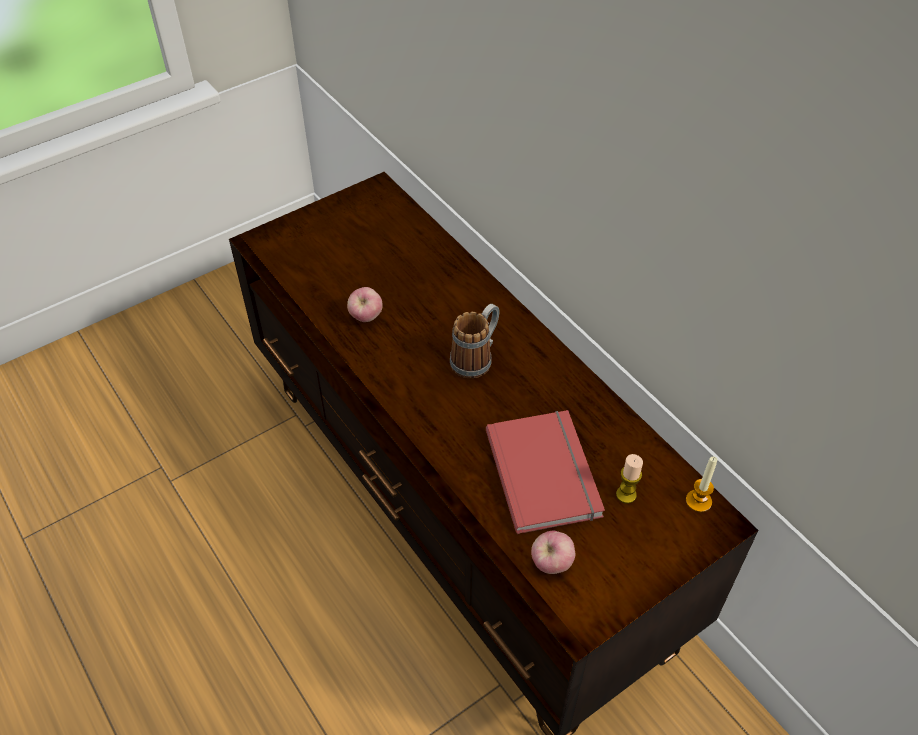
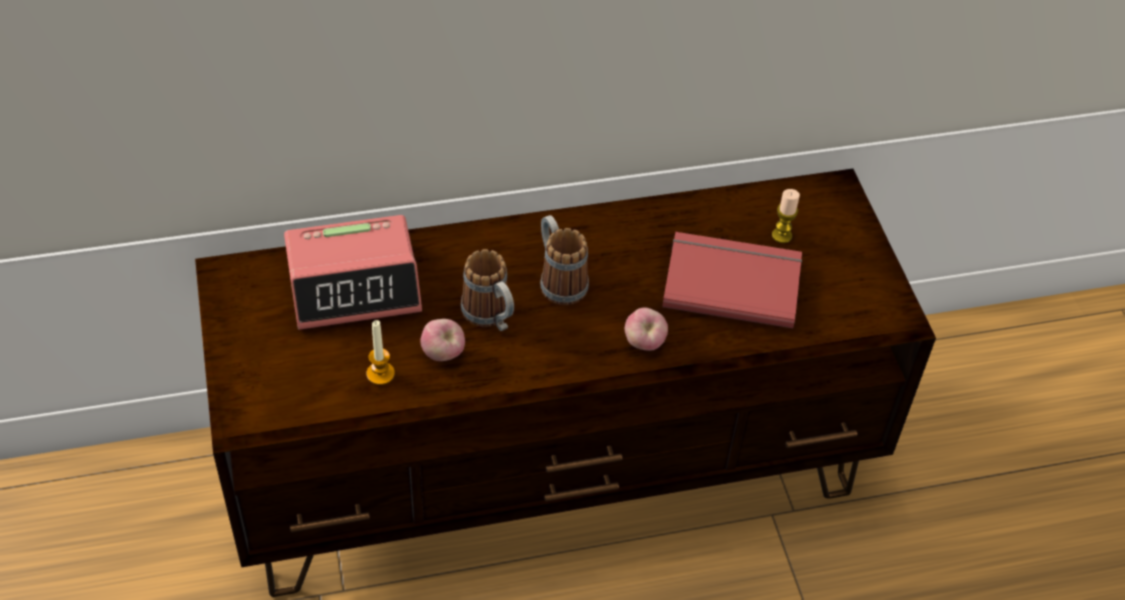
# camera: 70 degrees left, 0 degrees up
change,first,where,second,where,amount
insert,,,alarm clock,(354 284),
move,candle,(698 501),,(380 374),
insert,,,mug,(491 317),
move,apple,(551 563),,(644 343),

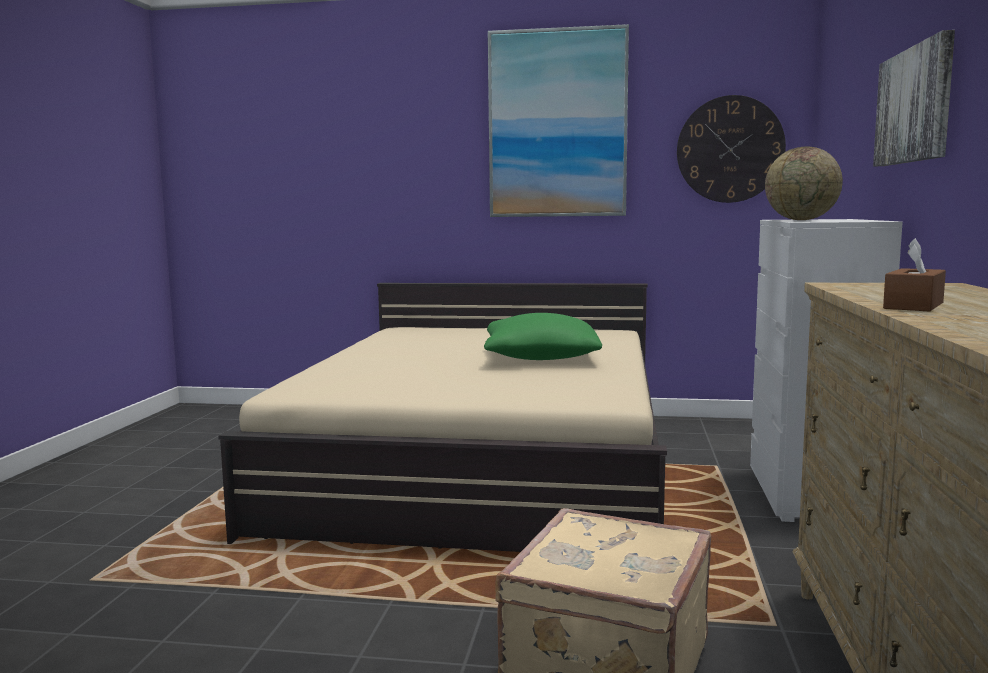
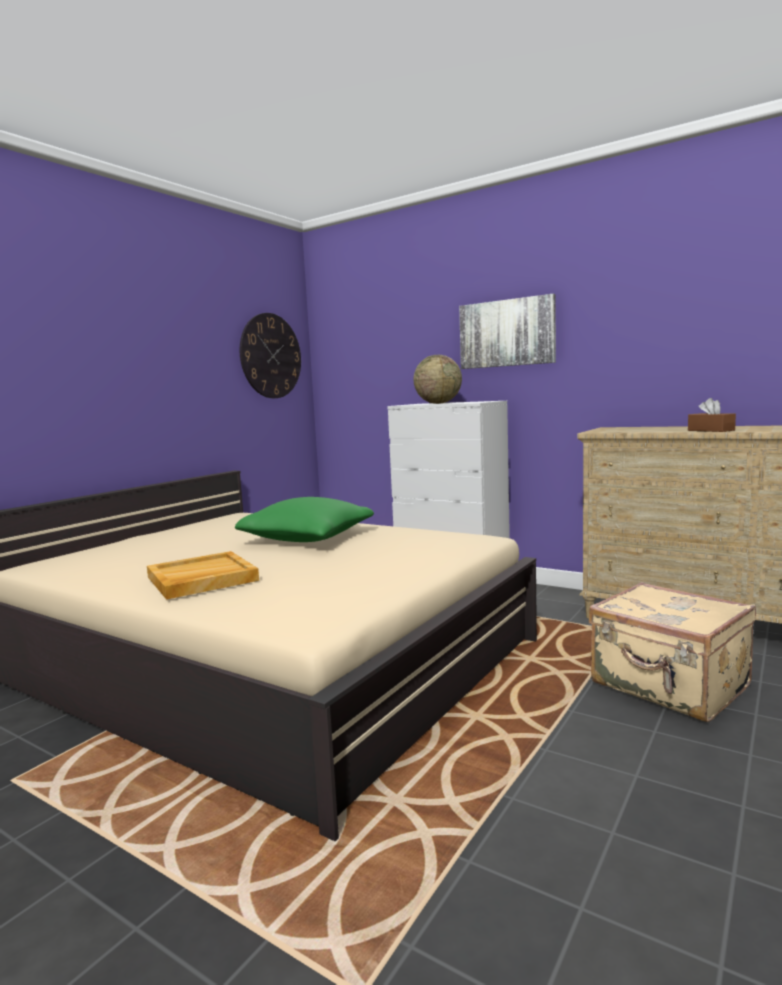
# camera: 65 degrees left, 0 degrees up
change,first,where,second,where,amount
insert,,,beige tray,(201 579),
delete,picture,(557 124),,,

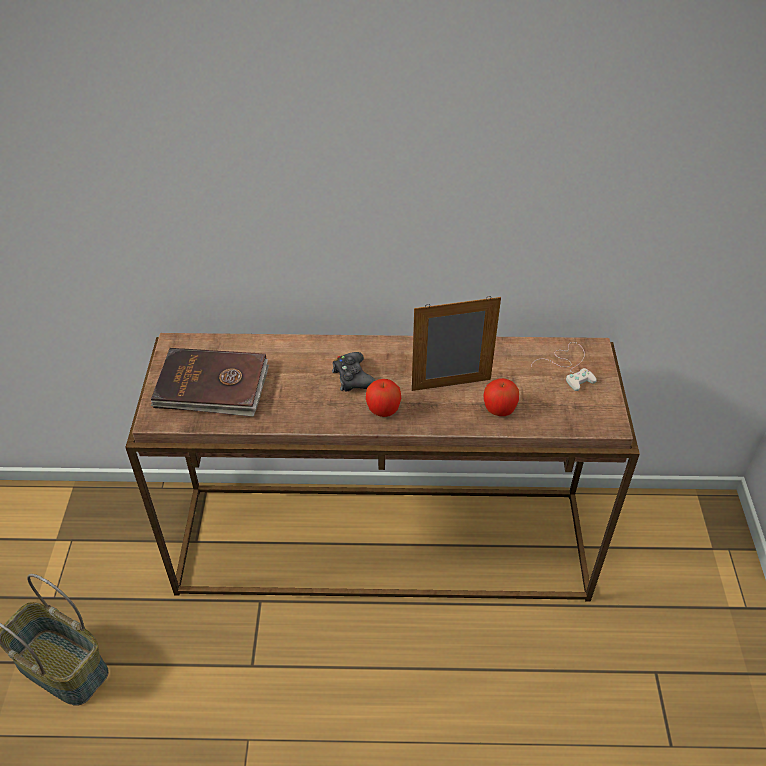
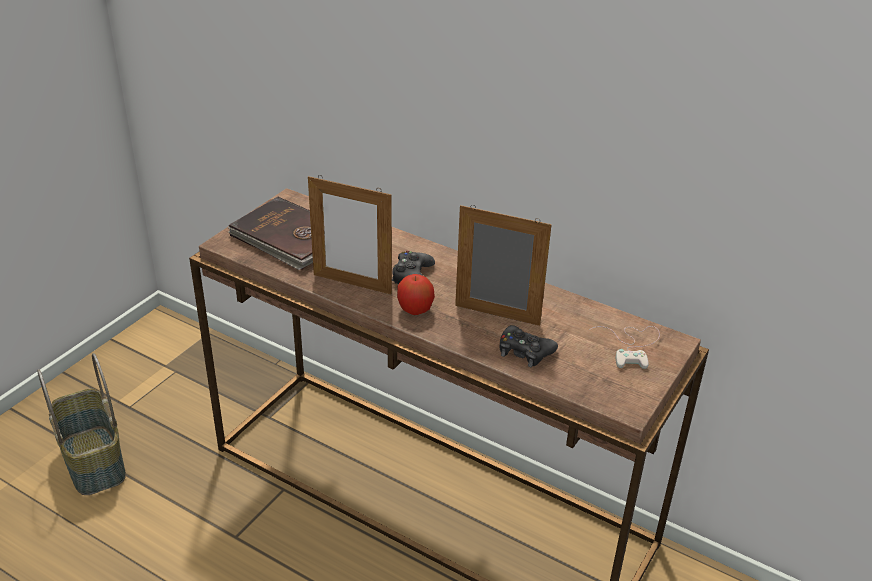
# camera: 30 degrees right, 10 degrees down
change,first,where,second,where,amount
insert,,,picture frame,(352 284),
replace,apple,(499 409),black game controller,(524 352),

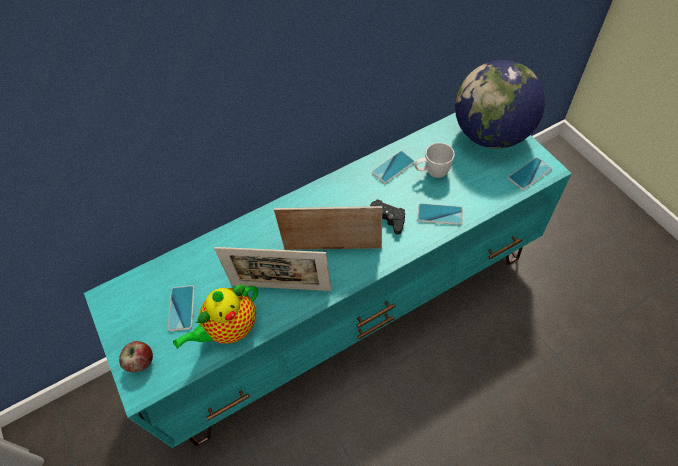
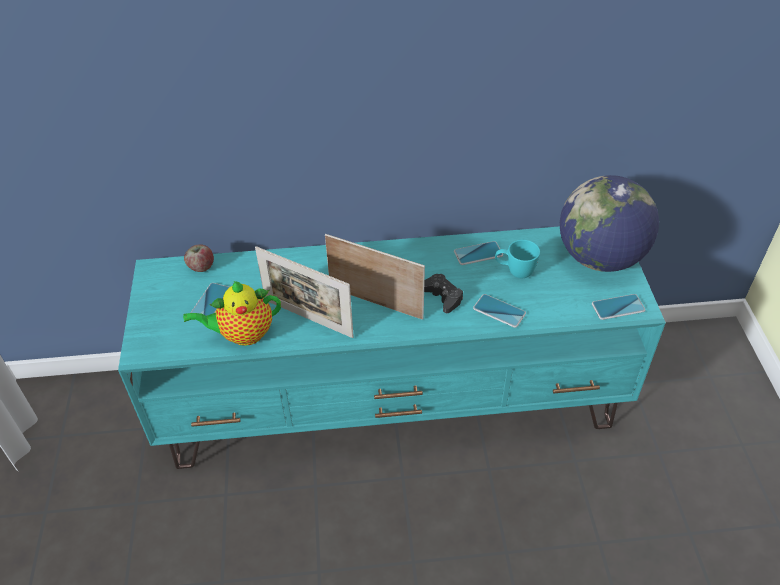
# camera: 20 degrees right, 10 degrees down
change,first,where,second,where,amount
move,apple,(141 361),,(201 266),
recolor,white mug,(432 173),turquoise mug,(514 272),

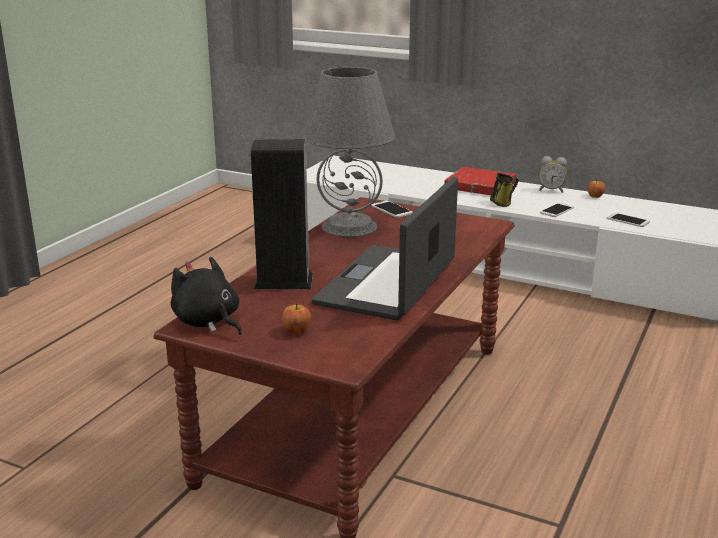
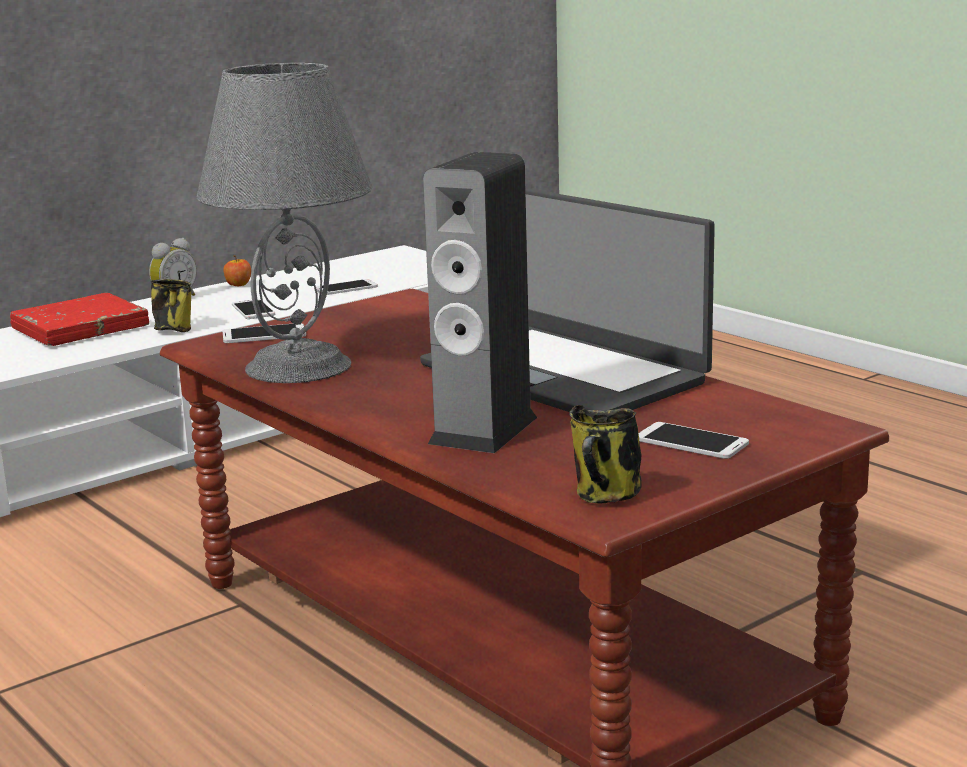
# camera: 65 degrees left, 5 degrees down
change,first,where,second,where,amount
replace,black plush toy,(208 322),mug,(605 496),
replace,apple,(297 331),phone,(691 442),

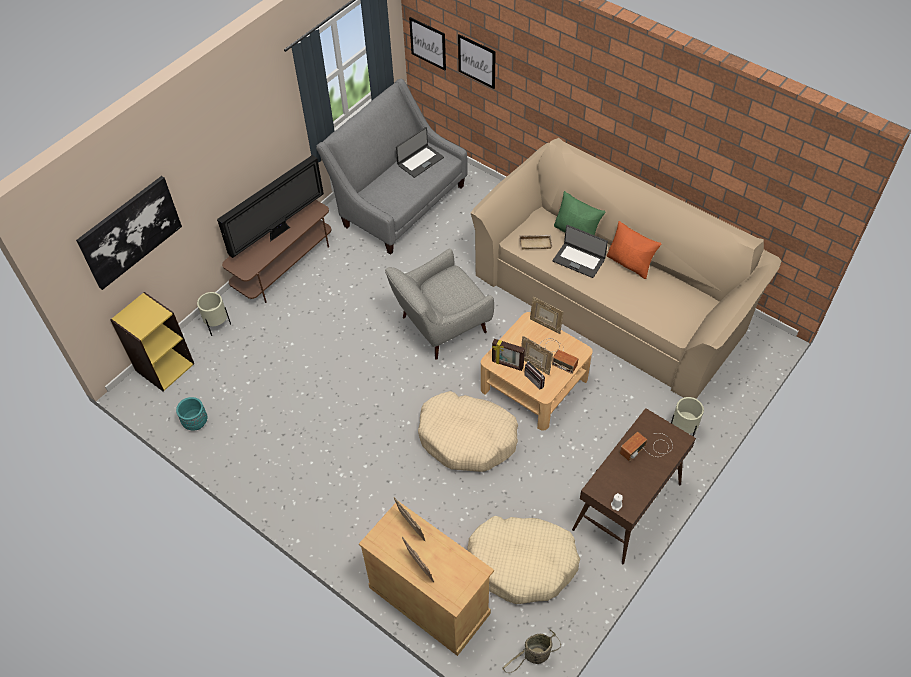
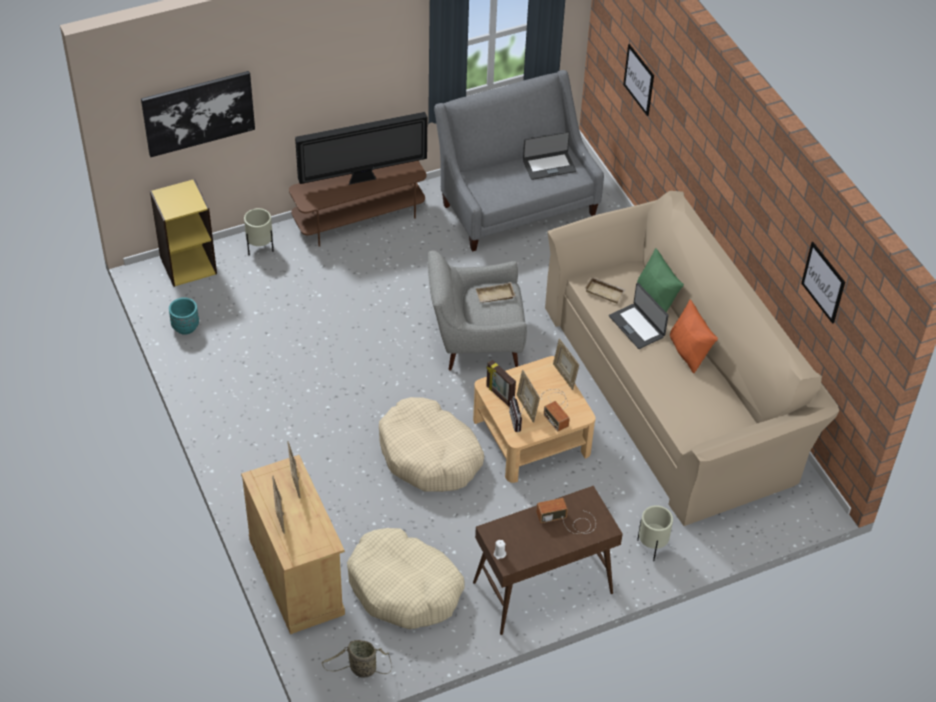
# camera: 25 degrees right, 5 degrees down
change,first,where,second,where,amount
insert,,,beige tray,(494 296),
move,picture,(428 43),,(823 282),

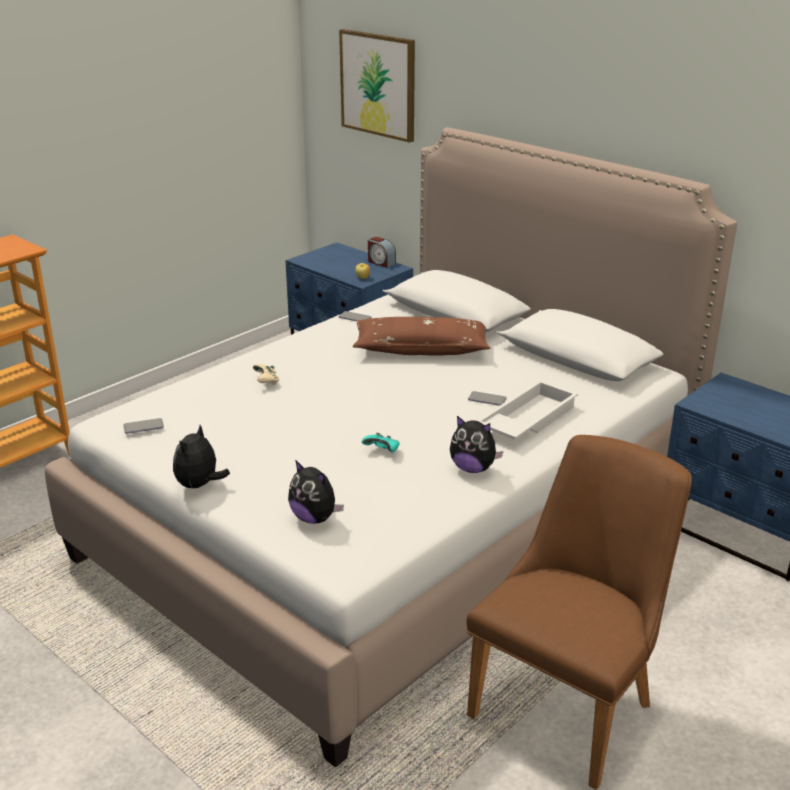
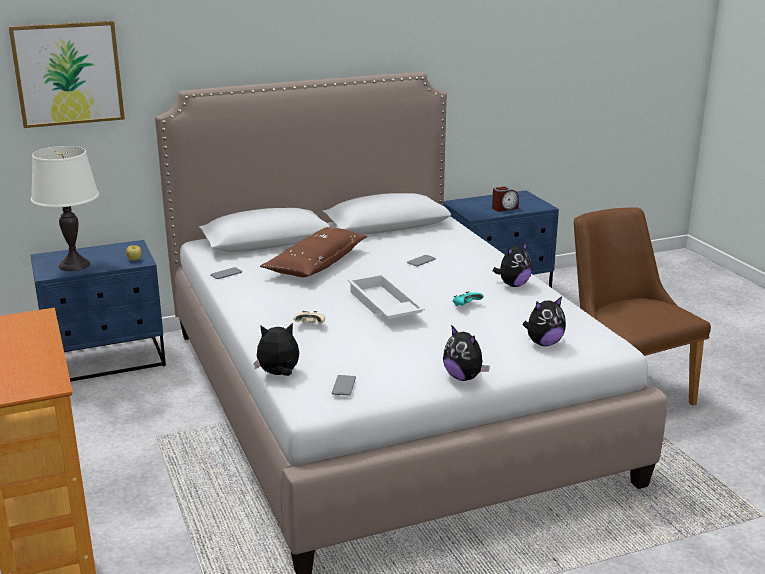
# camera: 65 degrees left, 5 degrees down
change,first,where,second,where,amount
insert,,,white table lamp,(74 265),
insert,,,plush toy,(279 374),
move,white tray,(526 419),,(383 305),
move,alarm clock,(381 262),,(504 208),

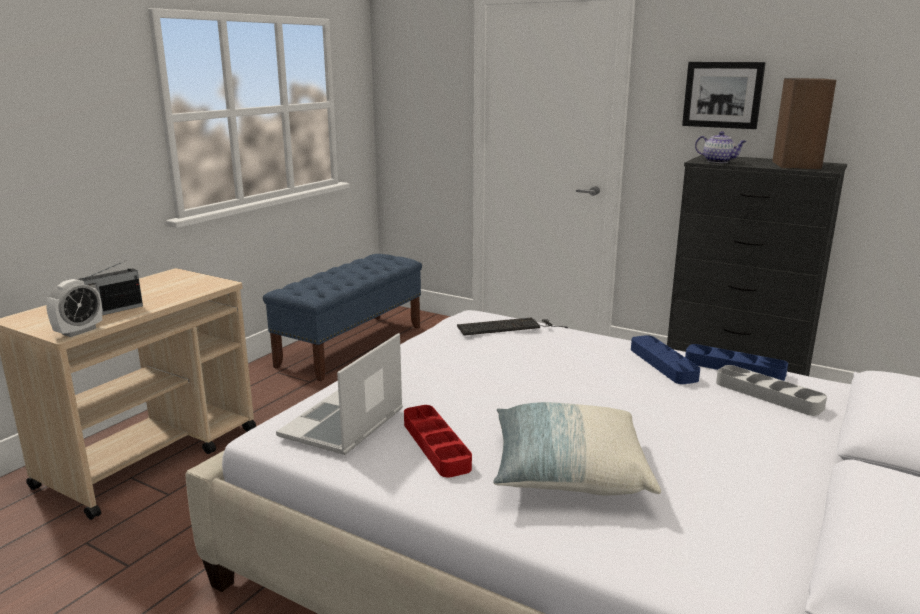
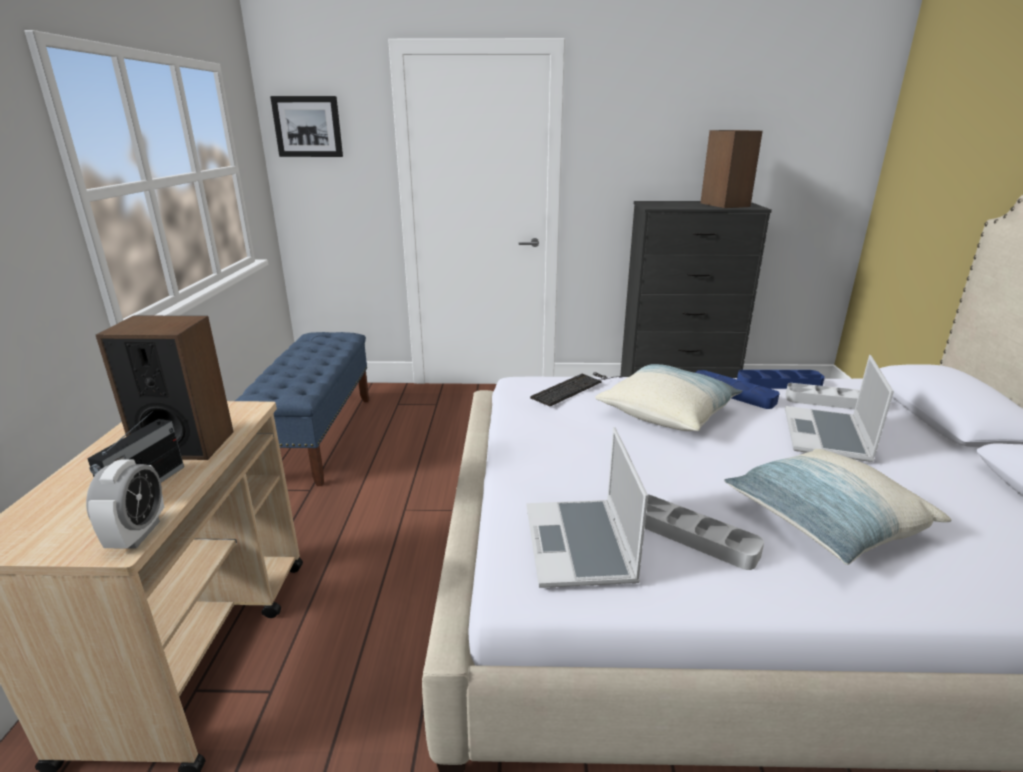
# camera: 30 degrees left, 5 degrees up
change,first,where,second,where,amount
insert,,,speaker,(185 444),
move,picture,(722 95),,(308 127),
insert,,,pillow,(667 412),
recolor,red tray,(436 445),grey tray,(692 536),
insert,,,laptop,(827 436),
delete,teapot,(719 161),,,

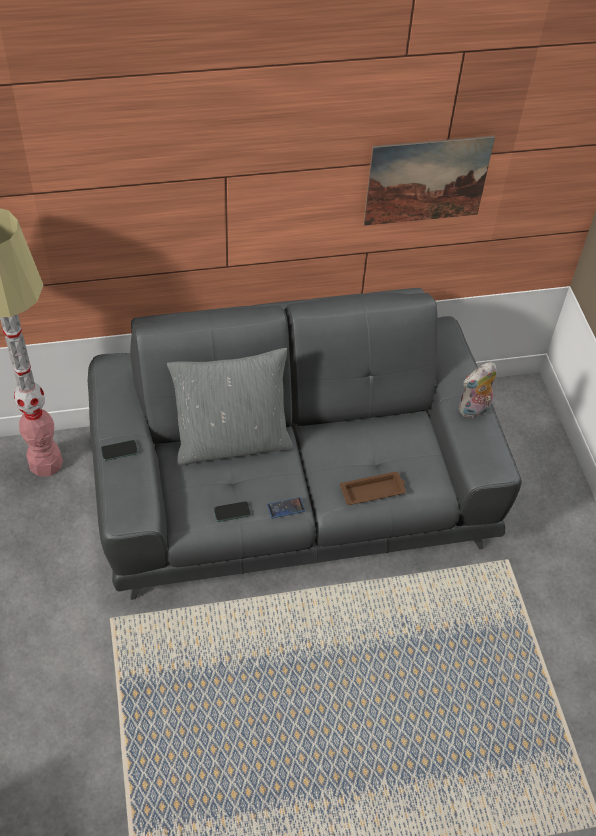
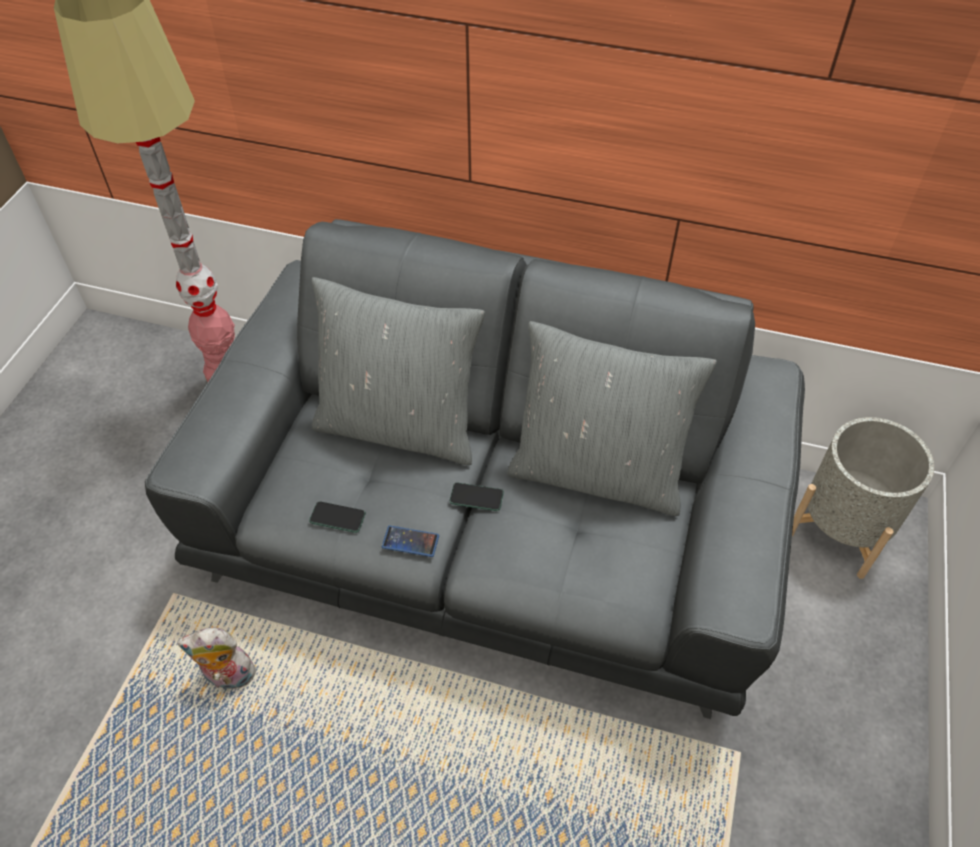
# camera: 30 degrees right, 0 degrees up
change,first,where,second,where,amount
move,plush toy,(474 410),,(228 677),
move,phone,(119 450),,(476 497),
insert,,,grey pillow,(597 472),
insert,,,grey planter,(841 528),
delete,brown tray,(373 491),,,
delete,picture,(427 180),,,

